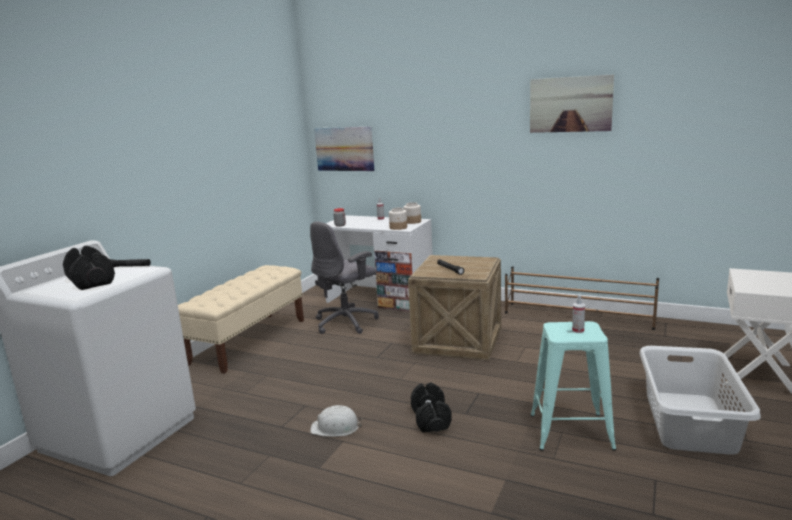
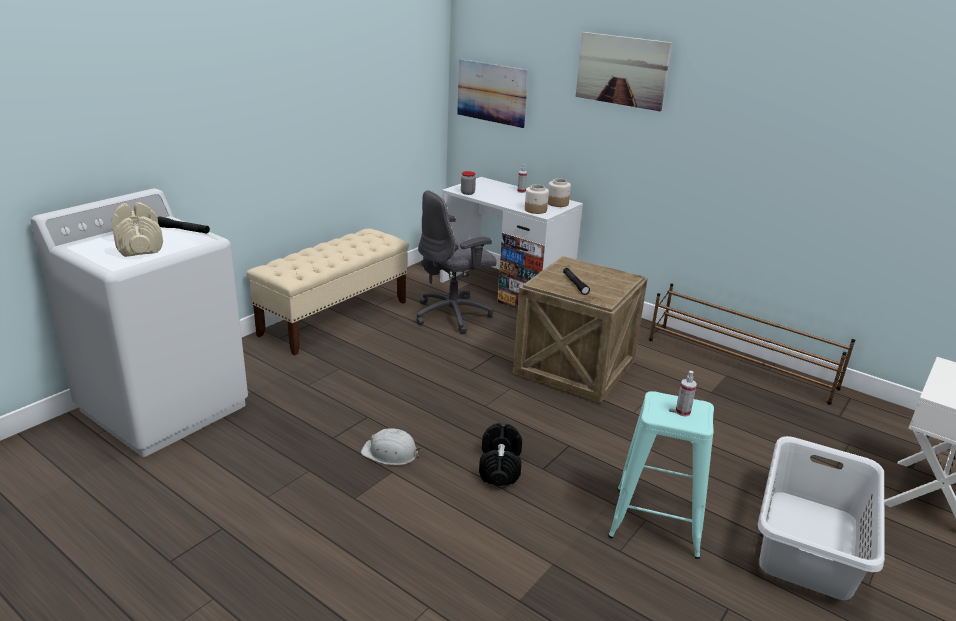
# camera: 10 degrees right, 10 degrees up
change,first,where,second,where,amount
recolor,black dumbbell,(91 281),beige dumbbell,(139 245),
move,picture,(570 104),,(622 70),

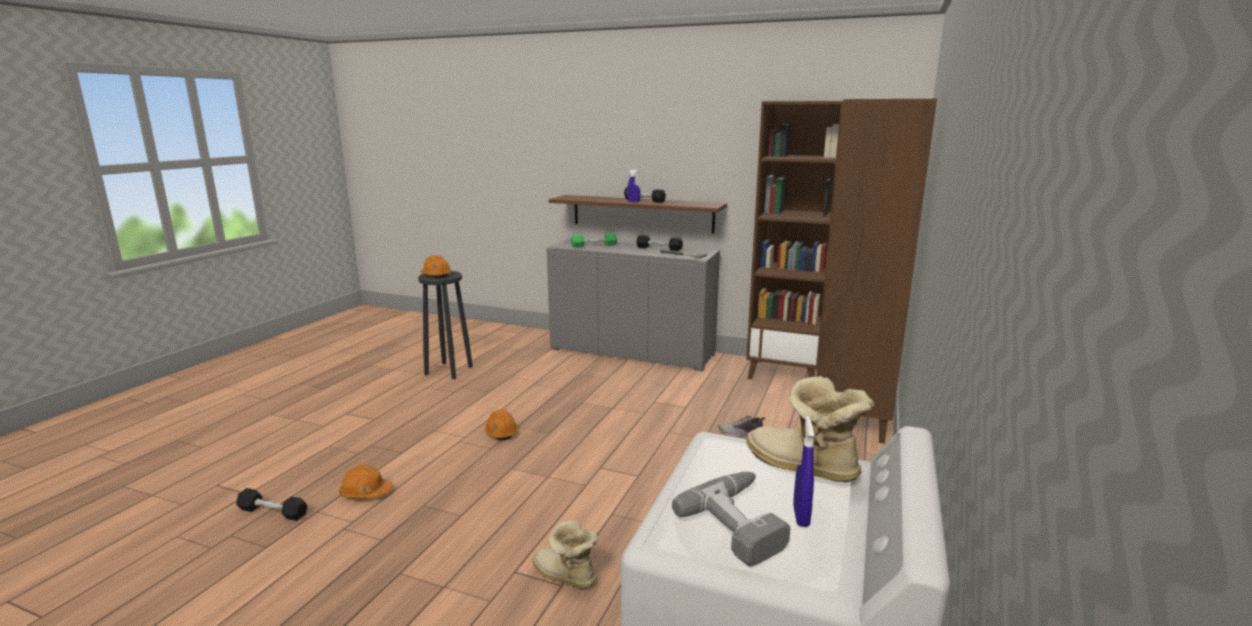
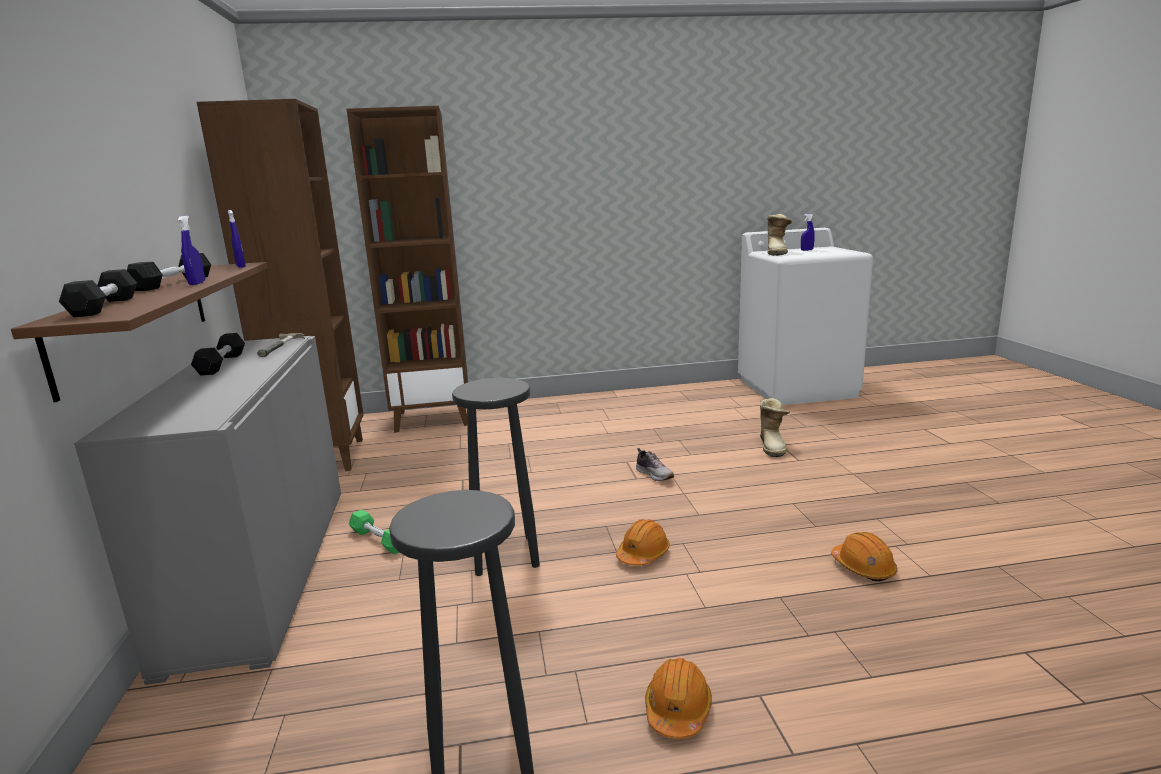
# camera: 120 degrees left, 0 degrees up
change,first,where,second,where,amount
move,black dumbbell,(273 512),,(105 306),
insert,,,blue spray bottle,(240 267),
move,green dumbbell,(594 245),,(378 540),
insert,,,black stool,(505 554),
move,shoe,(741 434),,(654 474),
move,orange hard hat,(436 275),,(678 710),
delete,power drill,(743 522),,,

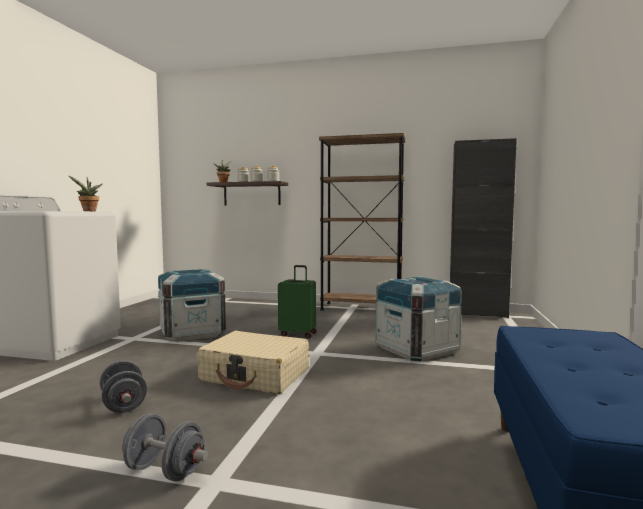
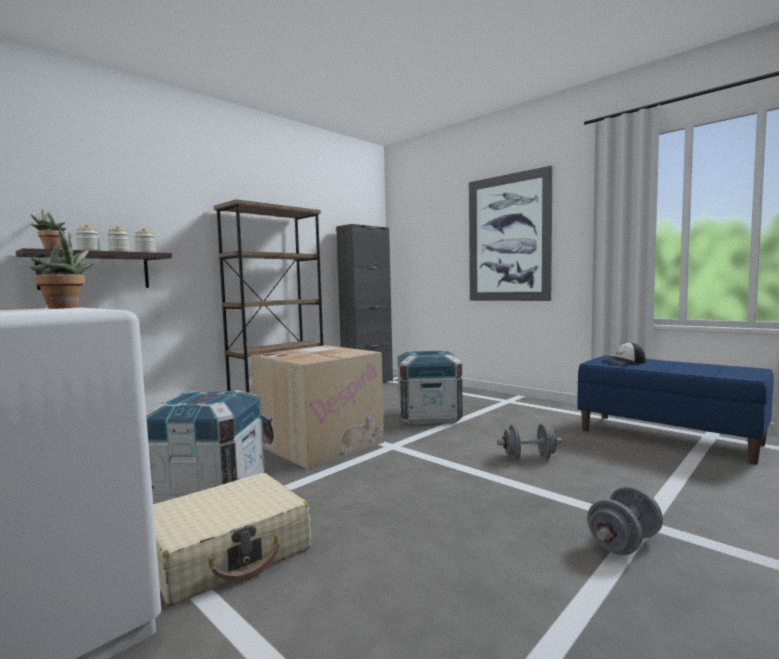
# camera: 60 degrees left, 0 degrees up
change,first,where,second,where,amount
move,beige suitcase,(255 375),,(227 552),
replace,green suitcase,(298 334),cardboard box,(320 442),
insert,,,picture,(508 238),
move,grey dumbbell,(123 404),,(529 458),
insert,,,cap,(624 362),

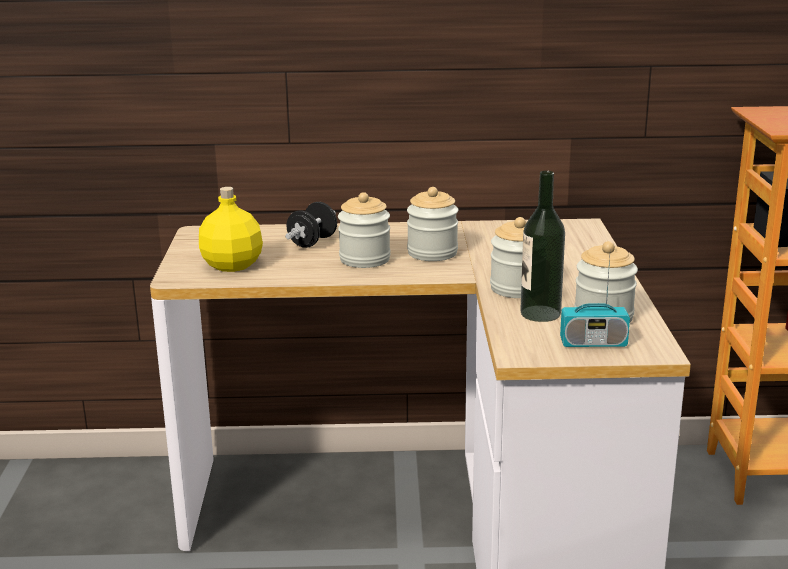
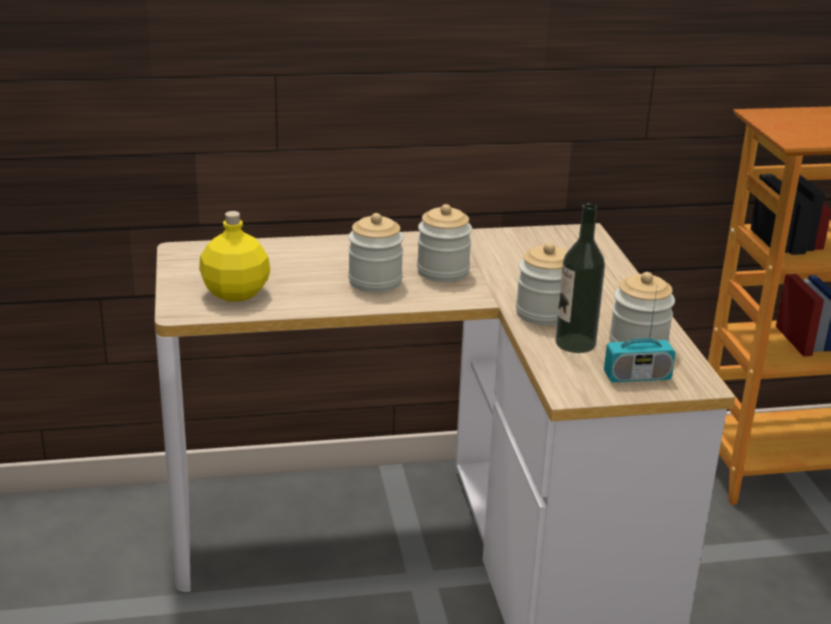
# camera: 10 degrees left, 5 degrees up
change,first,where,second,where,amount
delete,black dumbbell,(312 242),,,

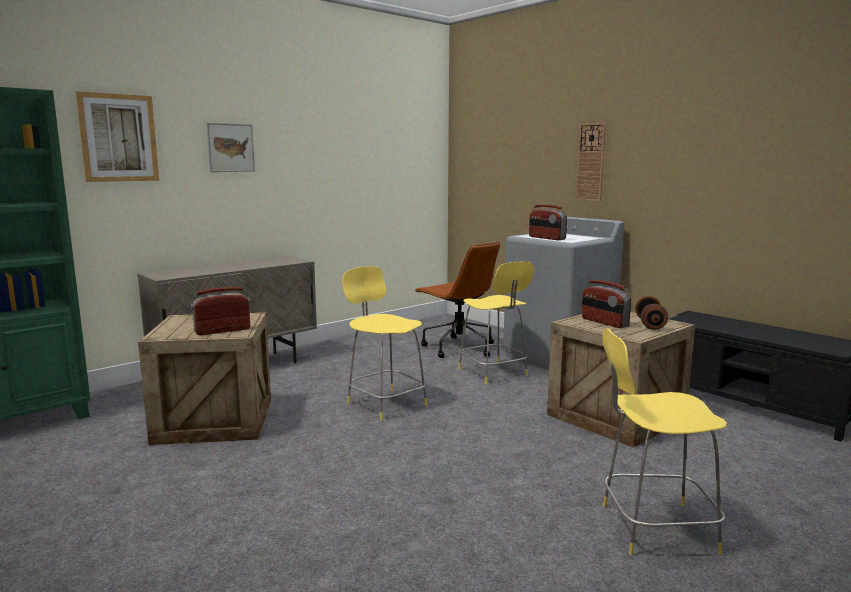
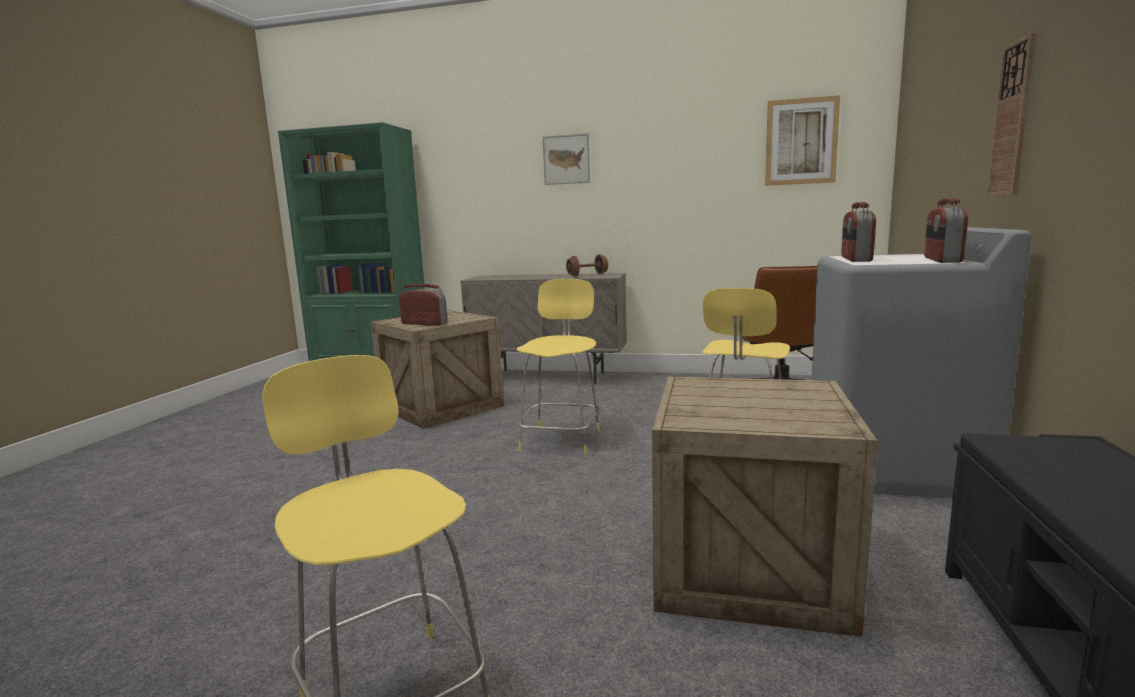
# camera: 55 degrees right, 0 degrees up
change,first,where,second,where,amount
move,brown dumbbell,(650 324),,(587 275),
move,picture,(118 138),,(801 142),
move,radio,(604 322),,(941 260),

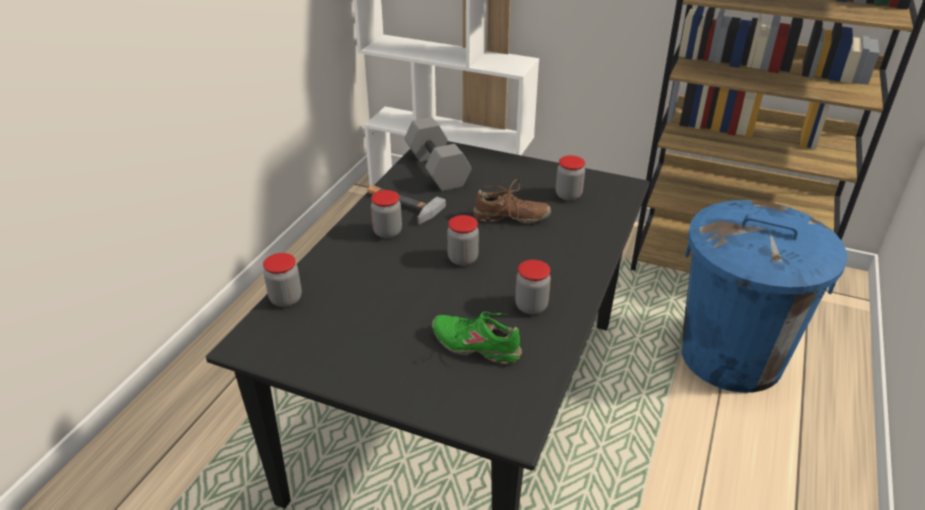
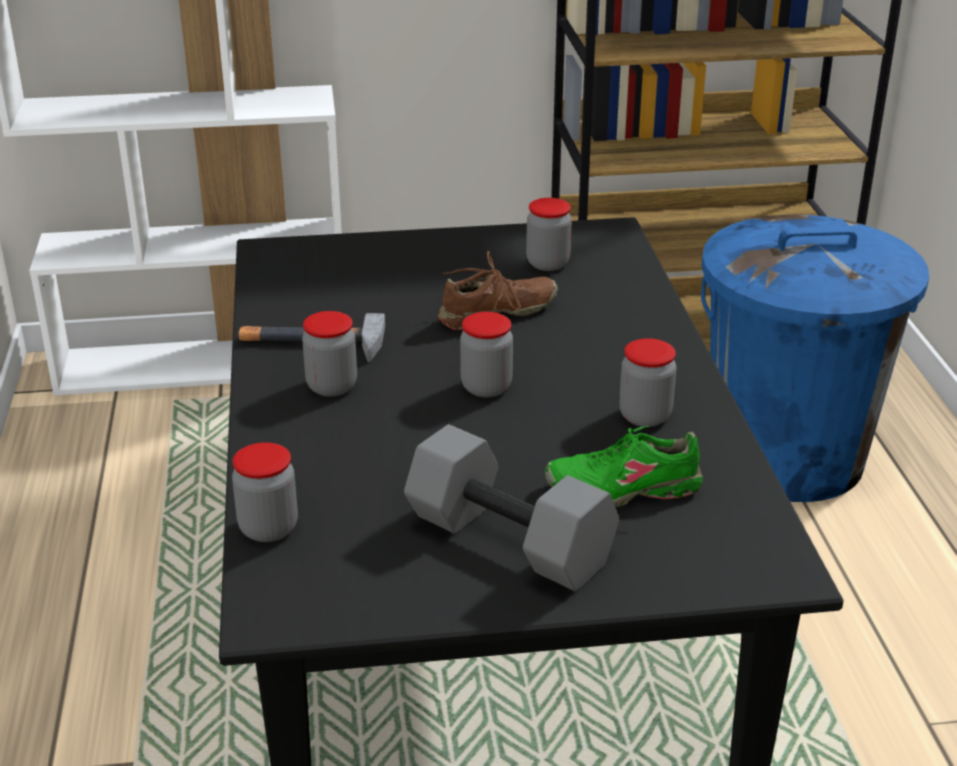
# camera: 30 degrees left, 5 degrees down
change,first,where,second,where,amount
move,grey dumbbell,(438 169),,(513 540),

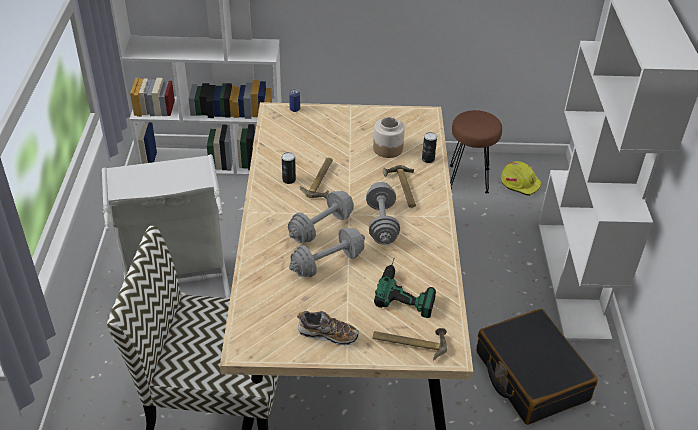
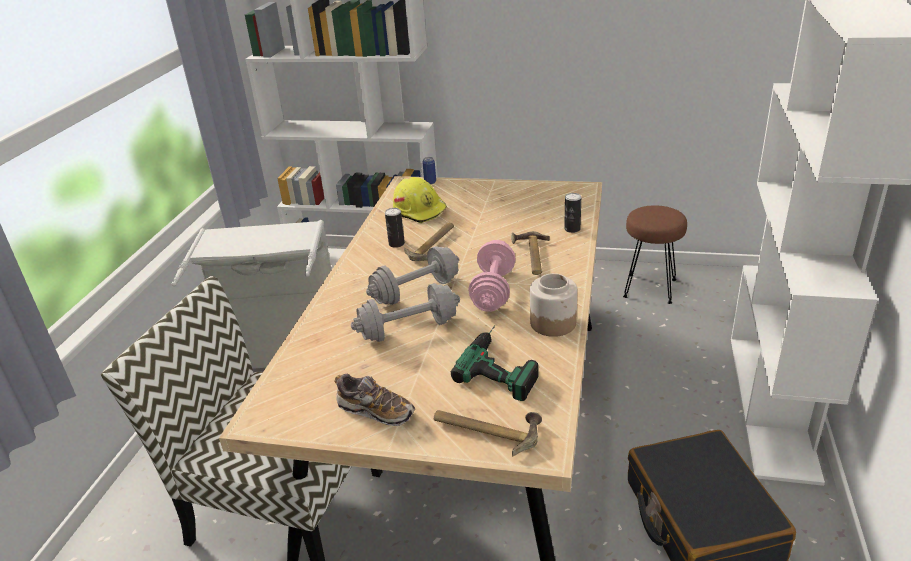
# camera: 15 degrees right, 10 degrees down
change,first,where,second,where,amount
move,yellow hard hat,(520 183),,(420 210),
recolor,grey dumbbell,(381 223),pink dumbbell,(493 291),
move,jar,(388 148),,(553 323),

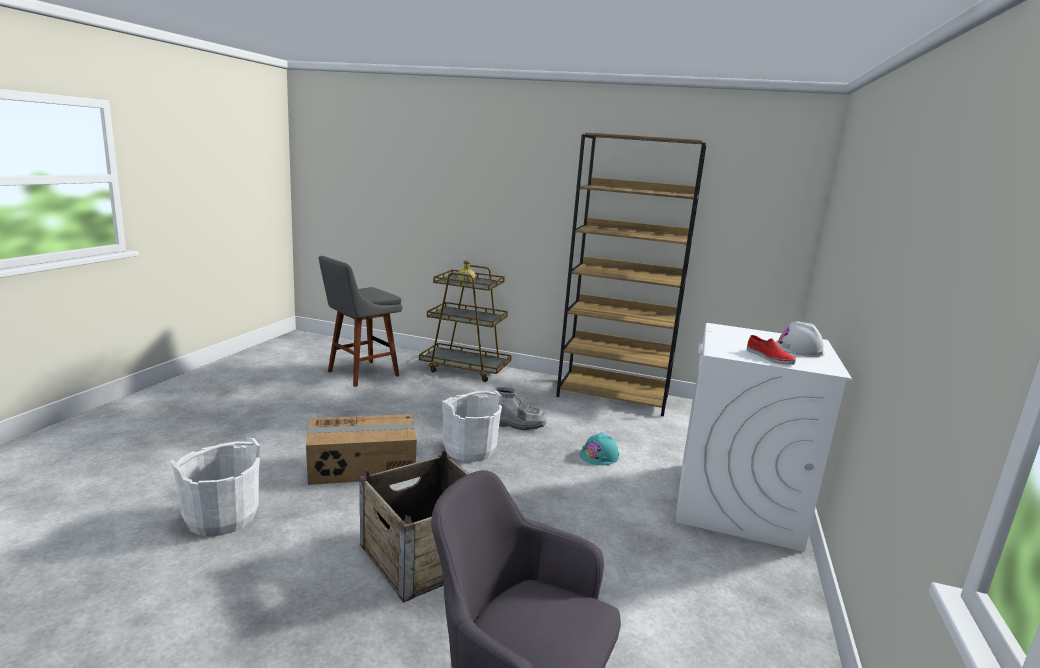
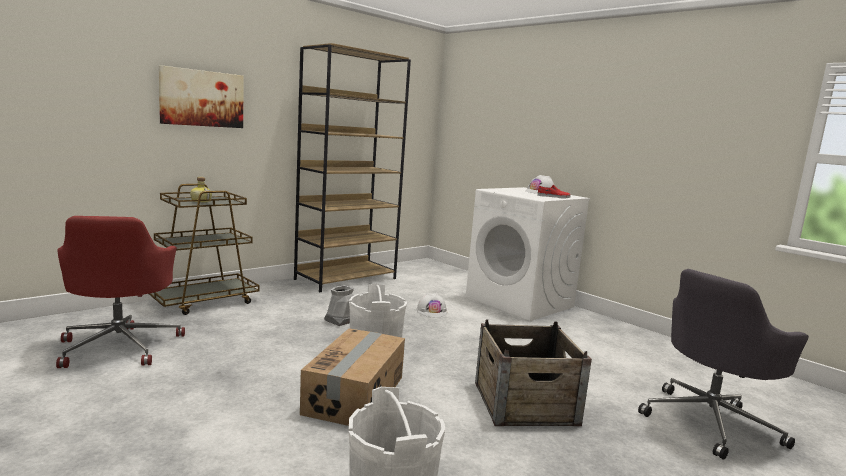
# camera: 60 degrees left, 5 degrees down
change,first,where,second,where,amount
replace,grey stool,(360 374),red office chair,(120 346),
insert,,,picture,(202 98),
recolor,turquoise hard hat,(599 456),white hard hat,(431 311),

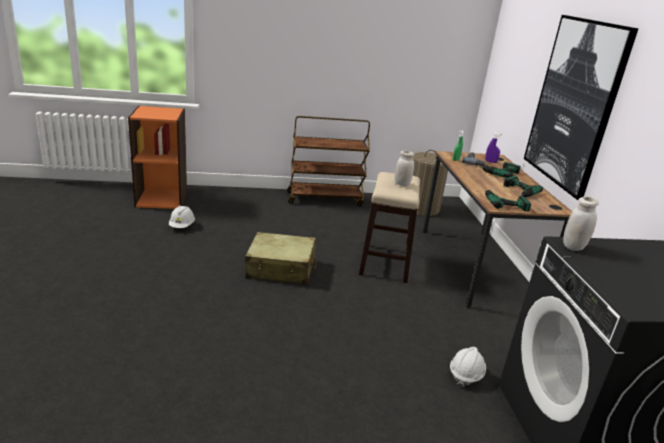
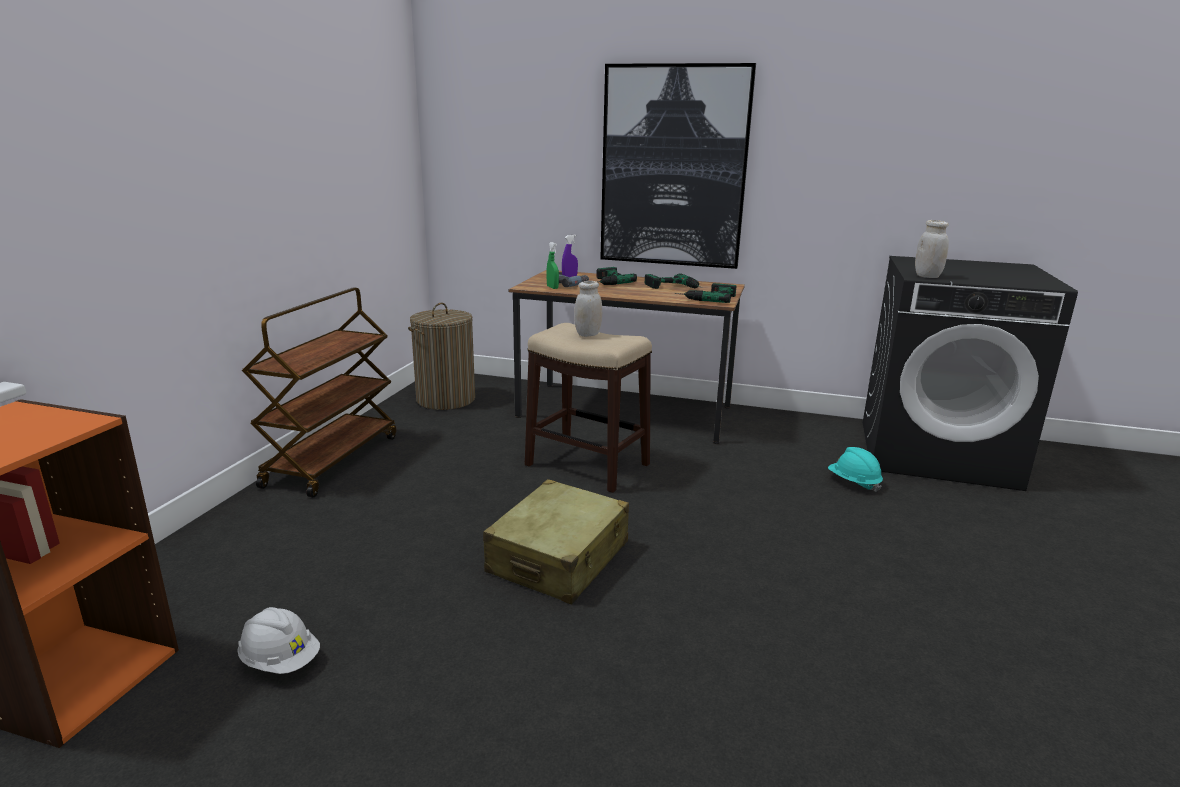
# camera: 65 degrees left, 5 degrees down
change,first,where,second,where,amount
recolor,white hard hat,(466 374),turquoise hard hat,(853 482),

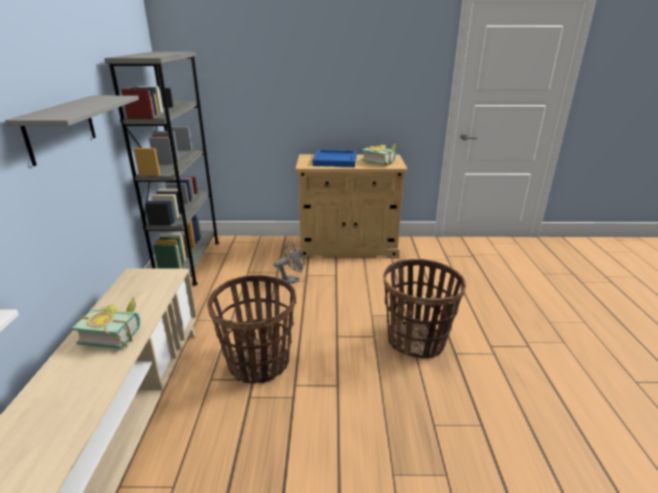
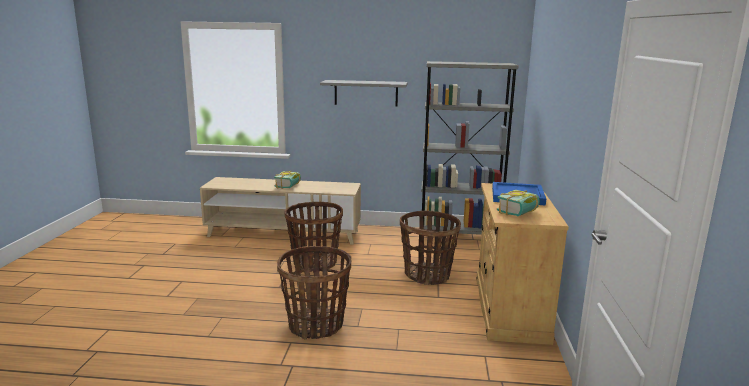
# camera: 95 degrees right, 10 degrees down
change,first,where,second,where,amount
replace,grey fan,(291 280),basket,(427 275),

